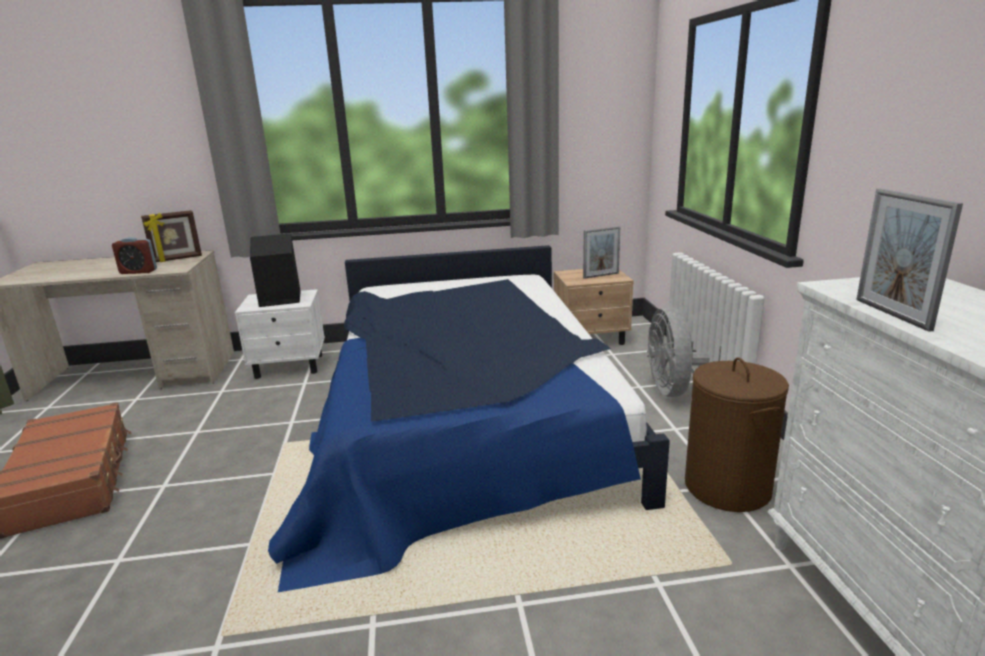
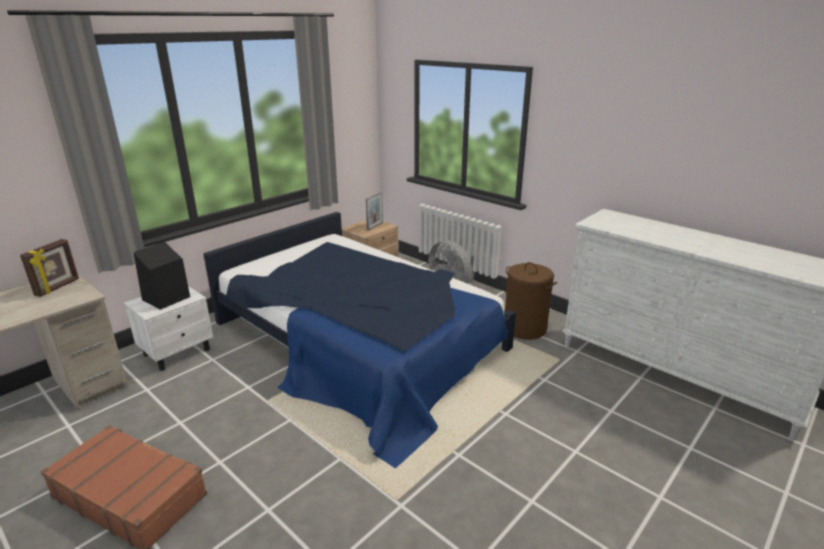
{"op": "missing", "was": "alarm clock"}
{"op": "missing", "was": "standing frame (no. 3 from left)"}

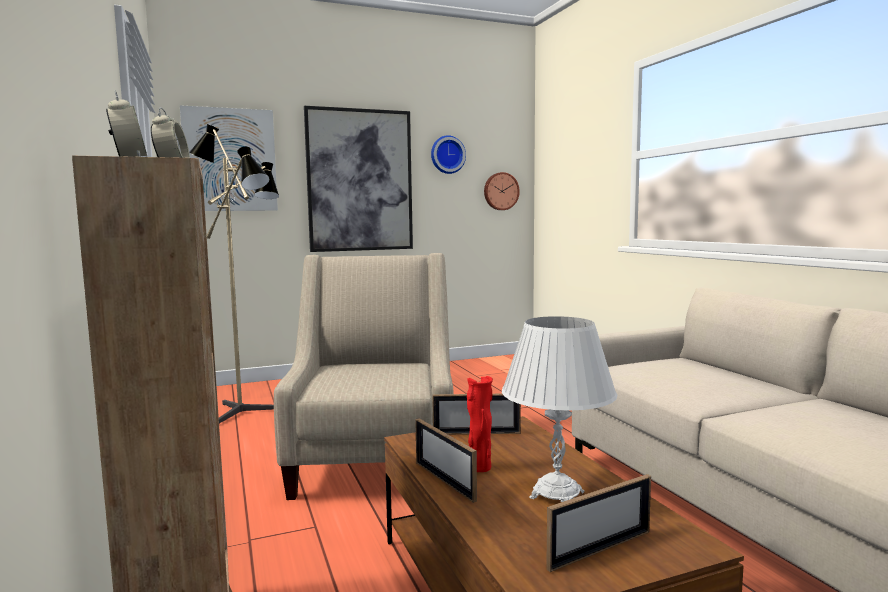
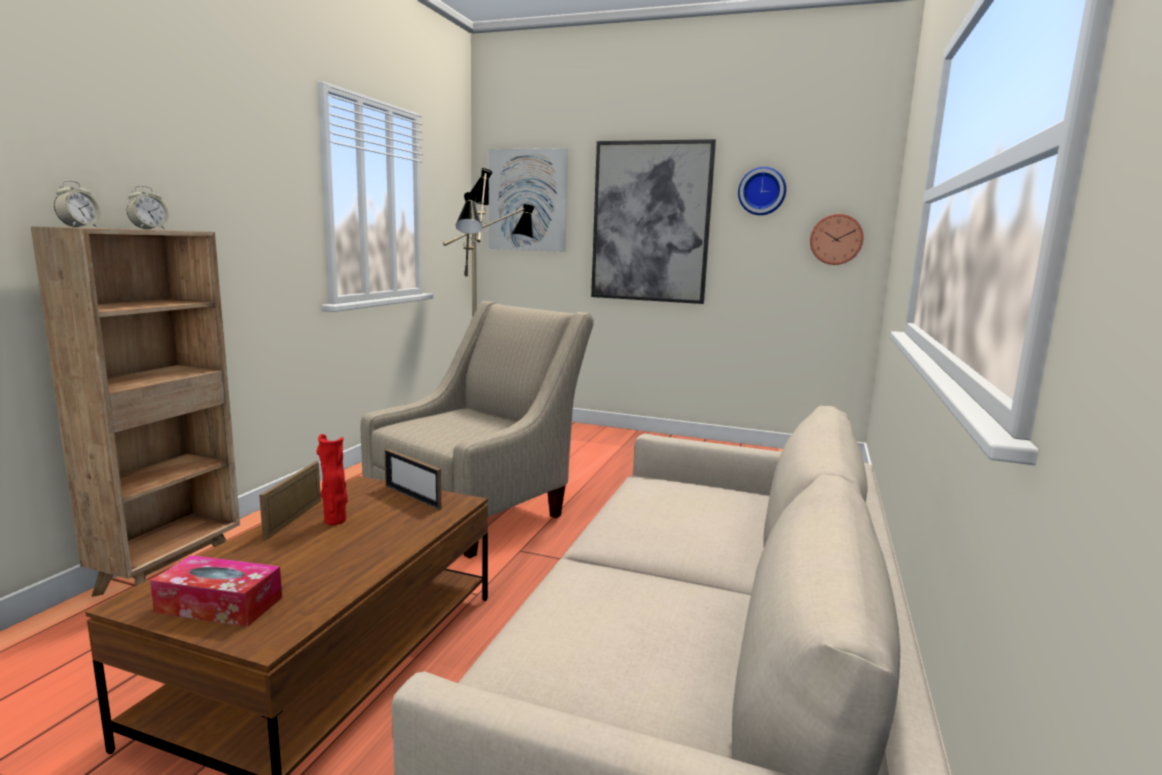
{"op": "missing", "was": "lamp for a table in white-coloured"}
{"op": "exchanged", "was": "standing frame (no. 3 from left)", "now": "box of tissues"}

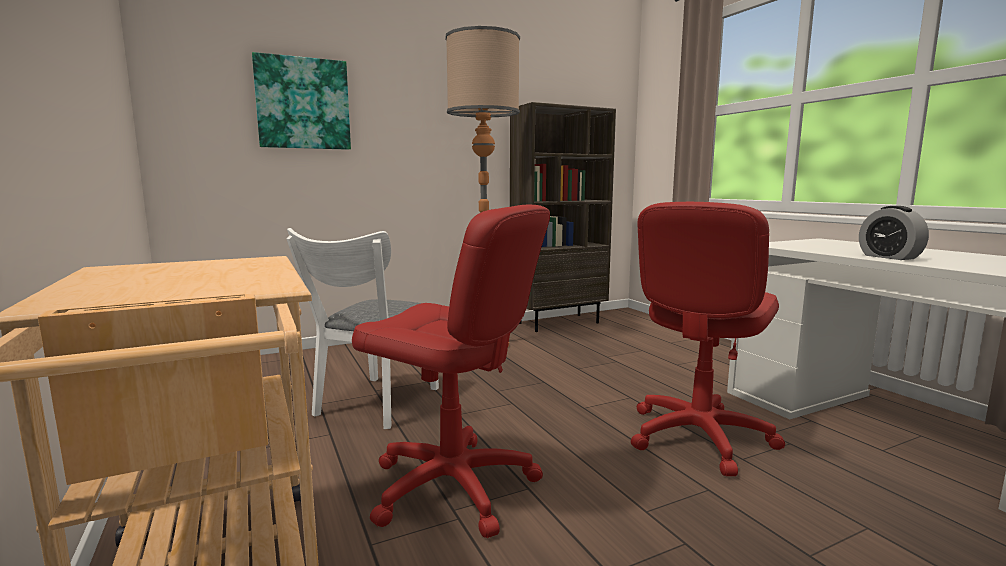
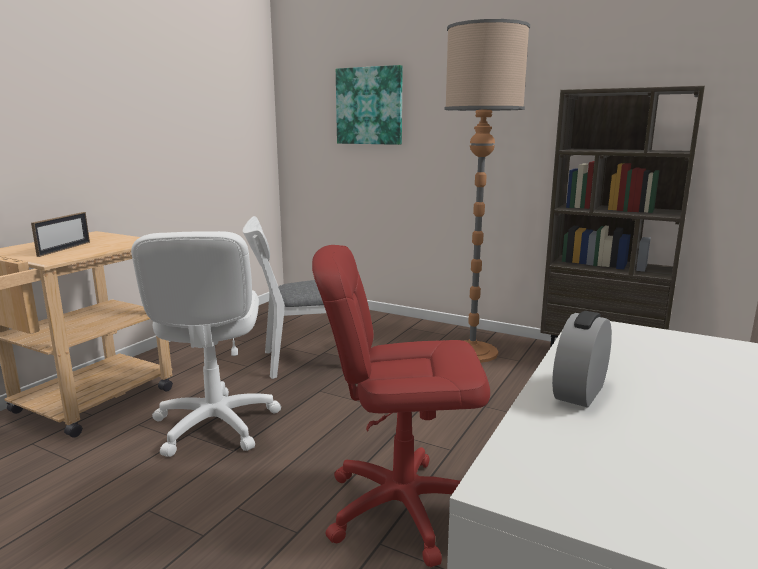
{"op": "appeared", "now": "standing frame"}
{"op": "colour", "was": "desk chair in reddish (no. 1 from left)", "now": "desk chair in white-coloured"}

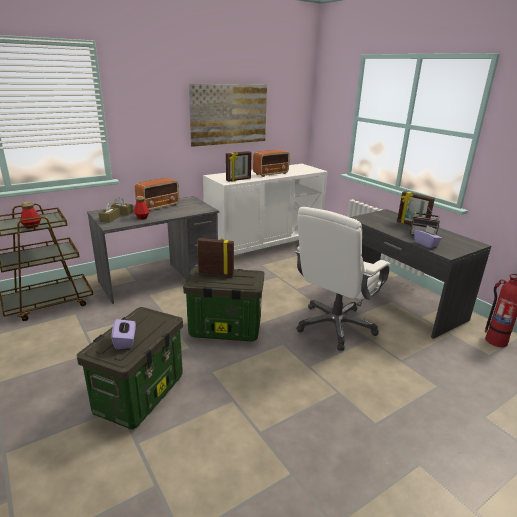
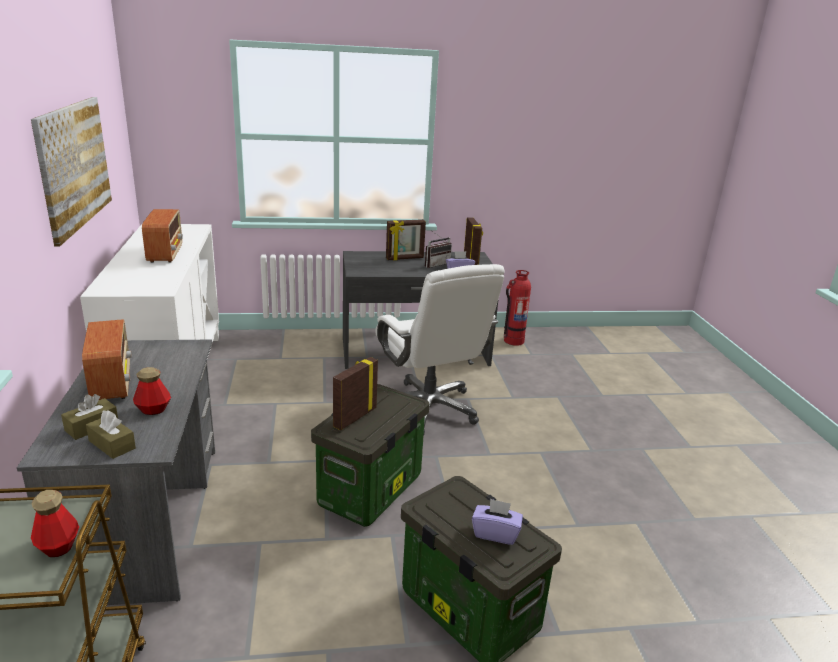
{"op": "relocated", "was": "standing frame (no. 2 from left in the first image)", "now": "standing frame (no. 3 from left)"}

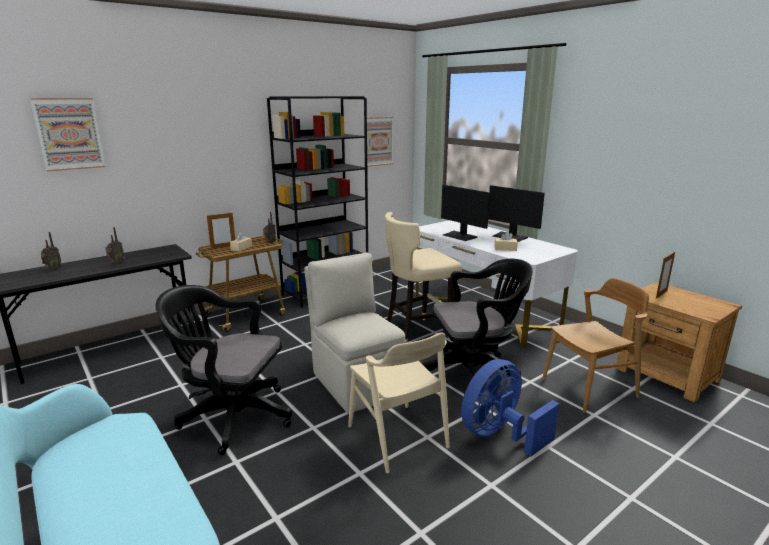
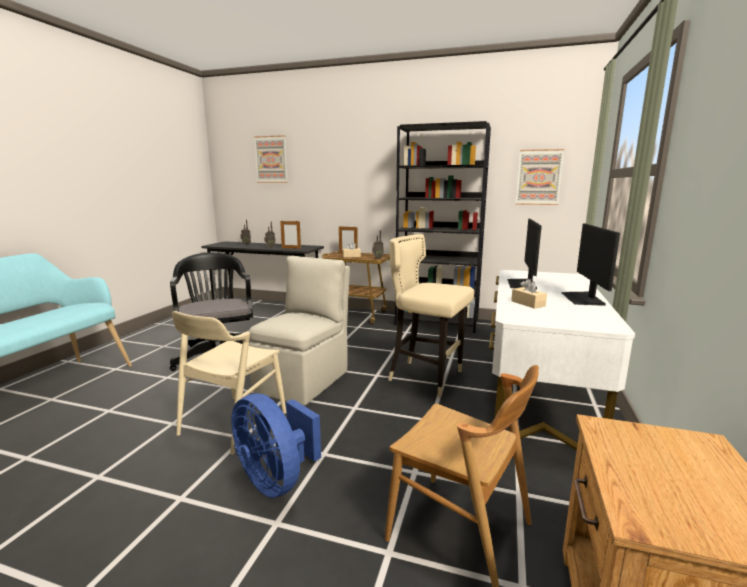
{"op": "missing", "was": "desk chair in black-coloured (no. 2 from left)"}
{"op": "relocated", "was": "standing frame (no. 2 from left in the first image)", "now": "standing frame (no. 1 from left)"}
{"op": "spun", "was": "fan in blue-coloured", "clockwise": -150}

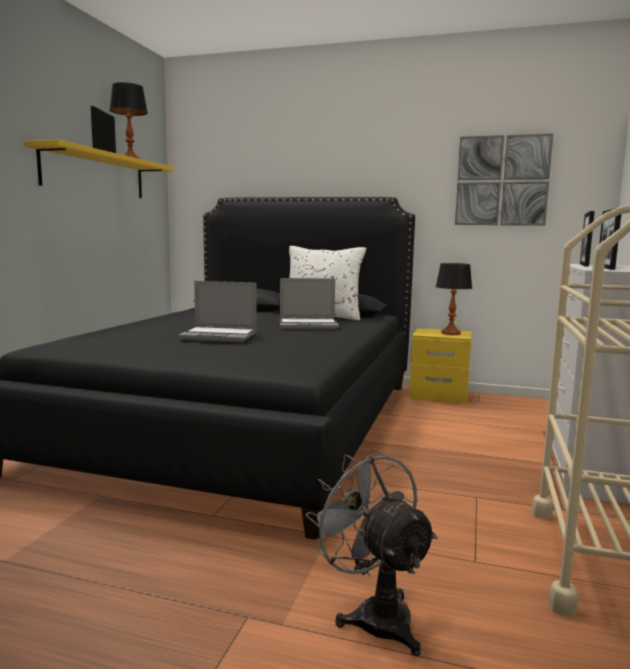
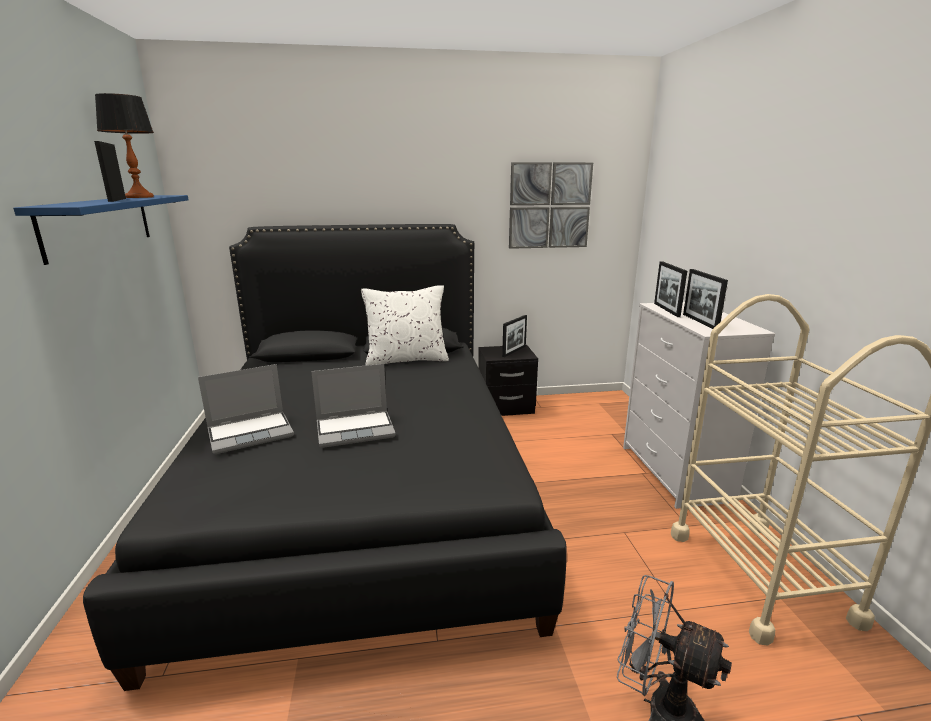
{"op": "relocated", "was": "notebook computer (no. 2 from left in the first image)", "now": "notebook computer (no. 1 from left)"}
{"op": "exchanged", "was": "lamp for a table (no. 2 from left)", "now": "standing frame (no. 2 from left)"}
{"op": "colour", "was": "bracket shelf in yellow-coloured", "now": "bracket shelf in blue-coloured"}
{"op": "colour", "was": "nightstand in yellow-coloured", "now": "nightstand in black-coloured"}

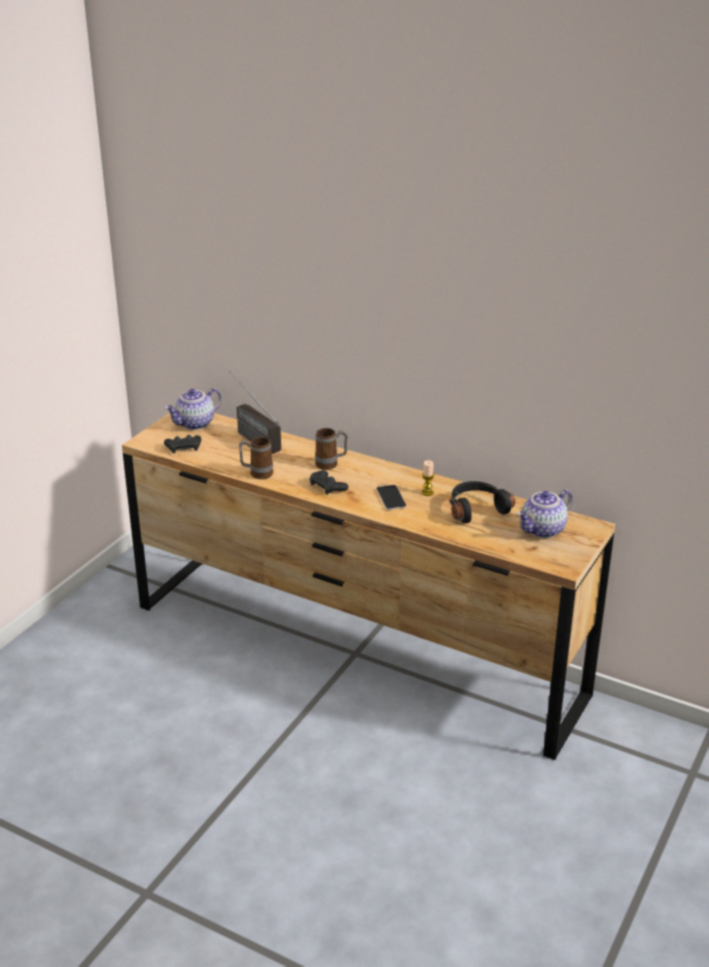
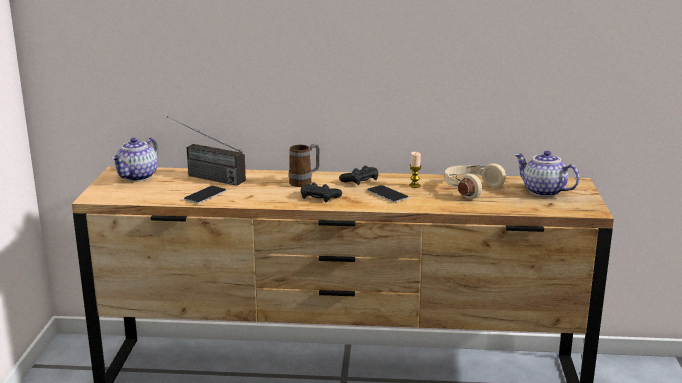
{"op": "missing", "was": "mug (no. 1 from left)"}
{"op": "appeared", "now": "phone (no. 1 from left)"}
{"op": "relocated", "was": "gamepad in black-coloured (no. 1 from left in the first image)", "now": "gamepad in black-coloured (no. 2 from left)"}
{"op": "colour", "was": "pair of headphones in black-coloured", "now": "pair of headphones in sand-coloured"}
{"op": "spun", "was": "teapot (no. 2 from left)", "clockwise": 105}

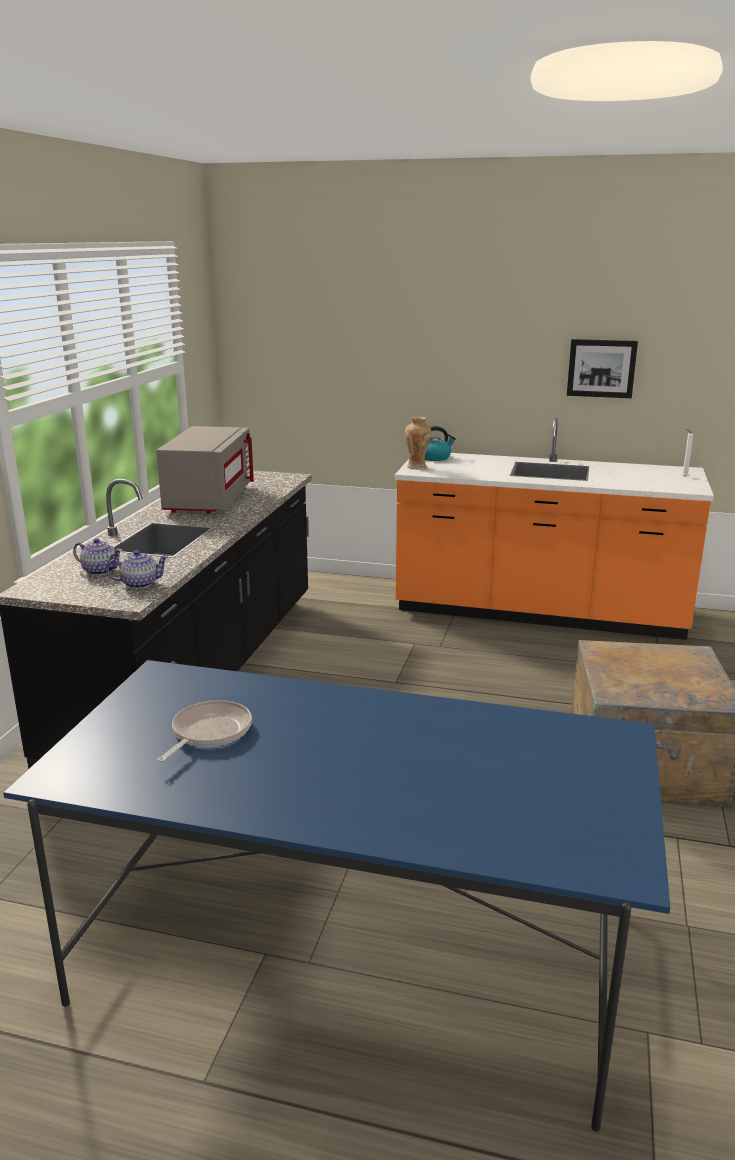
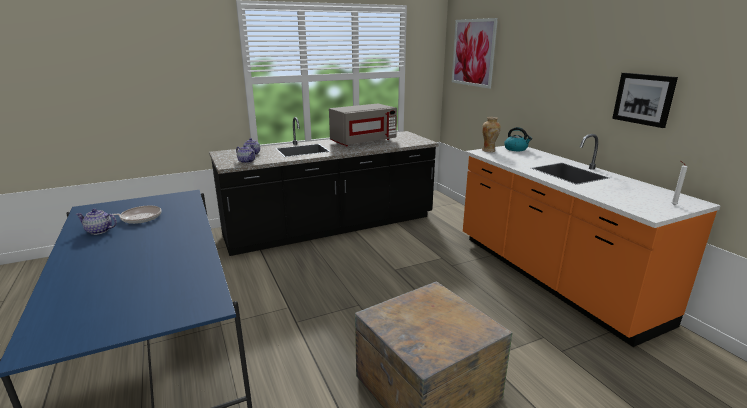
{"op": "appeared", "now": "teapot (no. 1 from left)"}
{"op": "appeared", "now": "wall art (no. 1 from left)"}

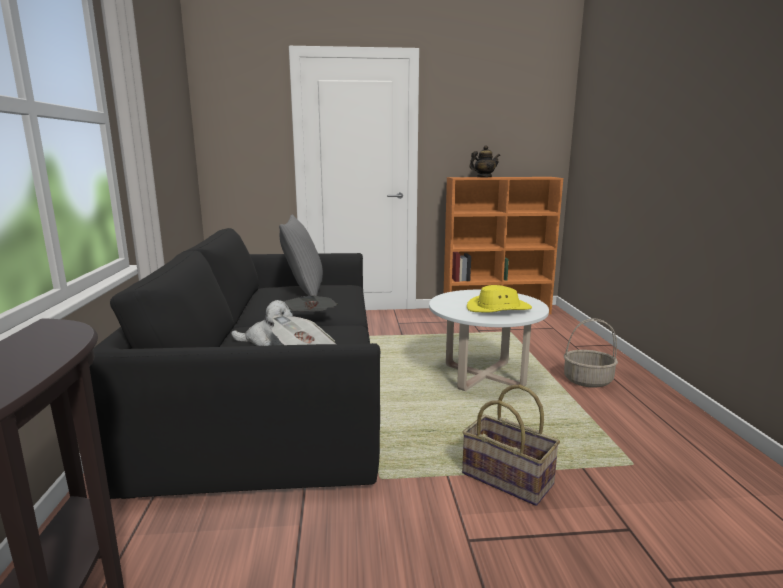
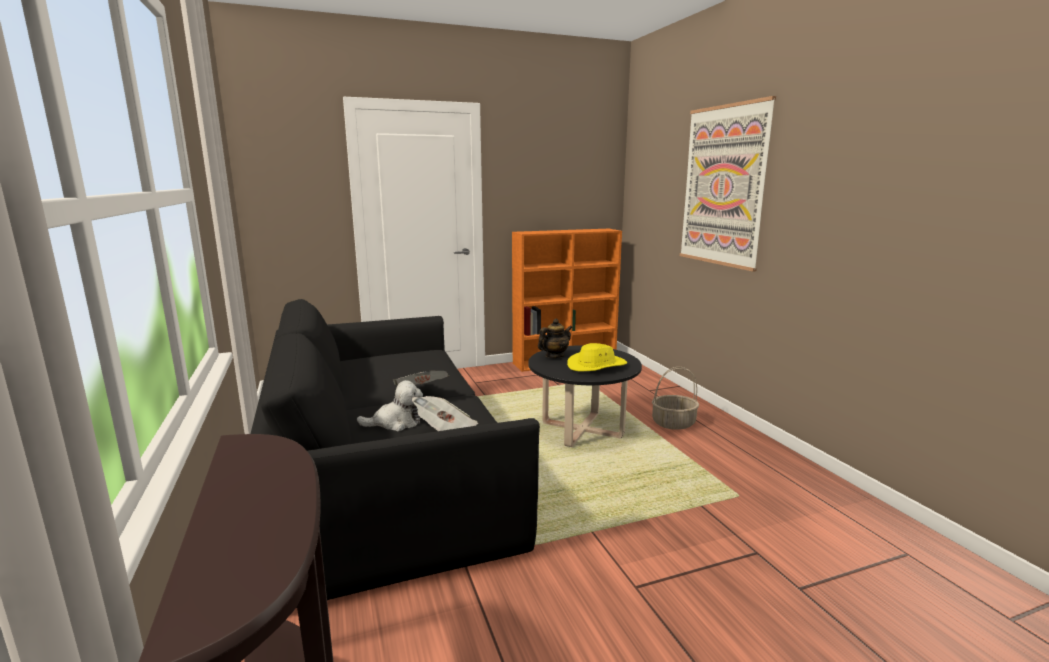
{"op": "missing", "was": "throw pillow in greyish"}
{"op": "missing", "was": "household basket (no. 1 from left)"}
{"op": "appeared", "now": "wall art"}
{"op": "relocated", "was": "teapot"}
{"op": "colour", "was": "coffee table in white-coloured", "now": "coffee table in black-coloured"}

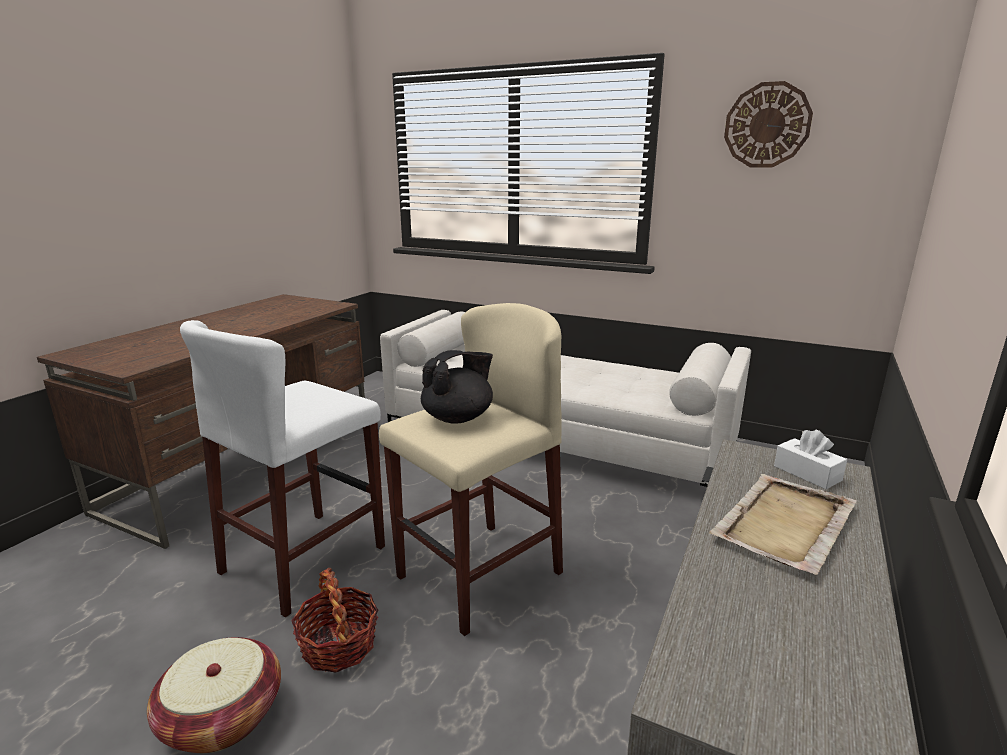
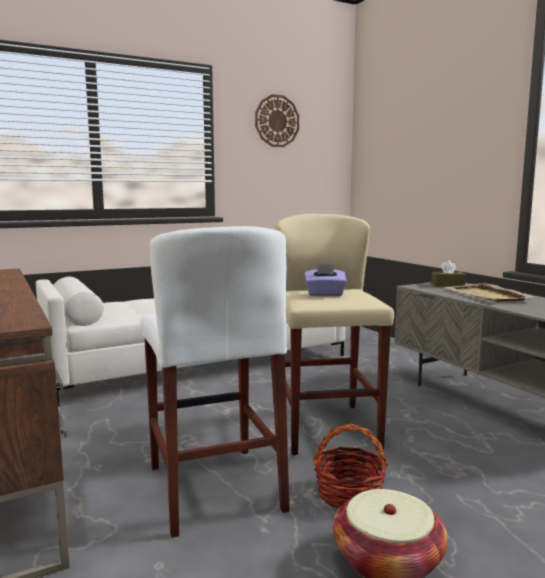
{"op": "exchanged", "was": "teapot in black-coloured", "now": "box of tissues in purplish"}
{"op": "colour", "was": "box of tissues in white-coloured", "now": "box of tissues in brownish"}

